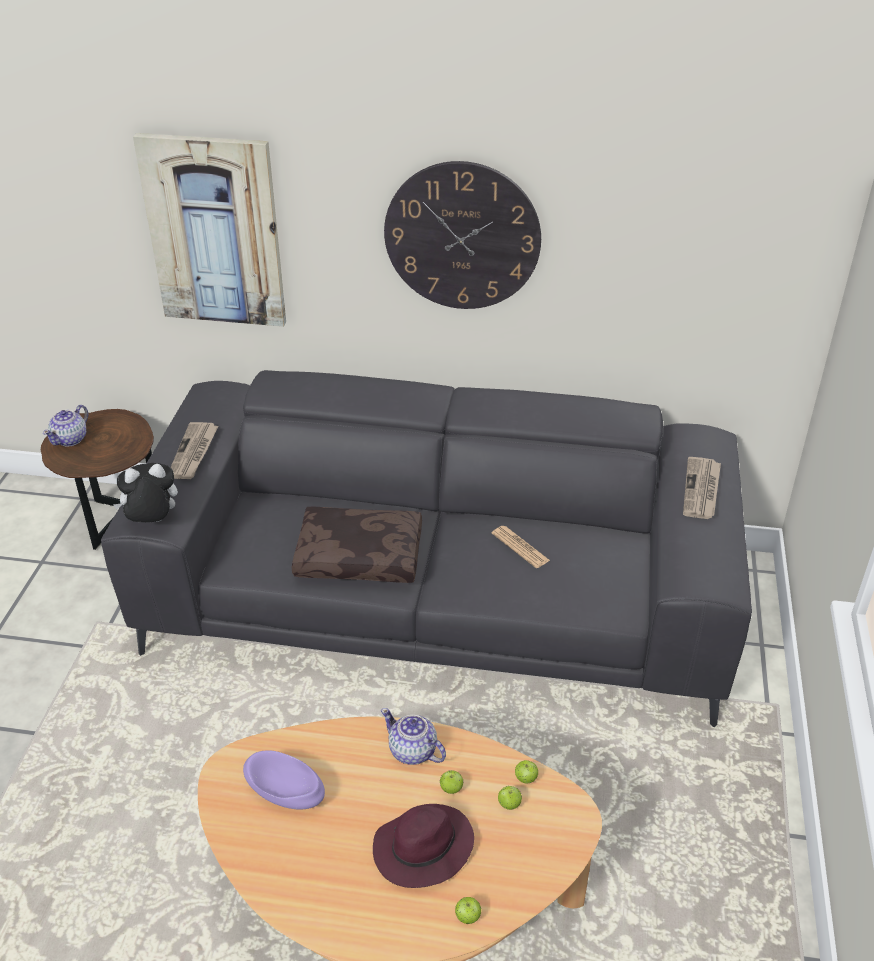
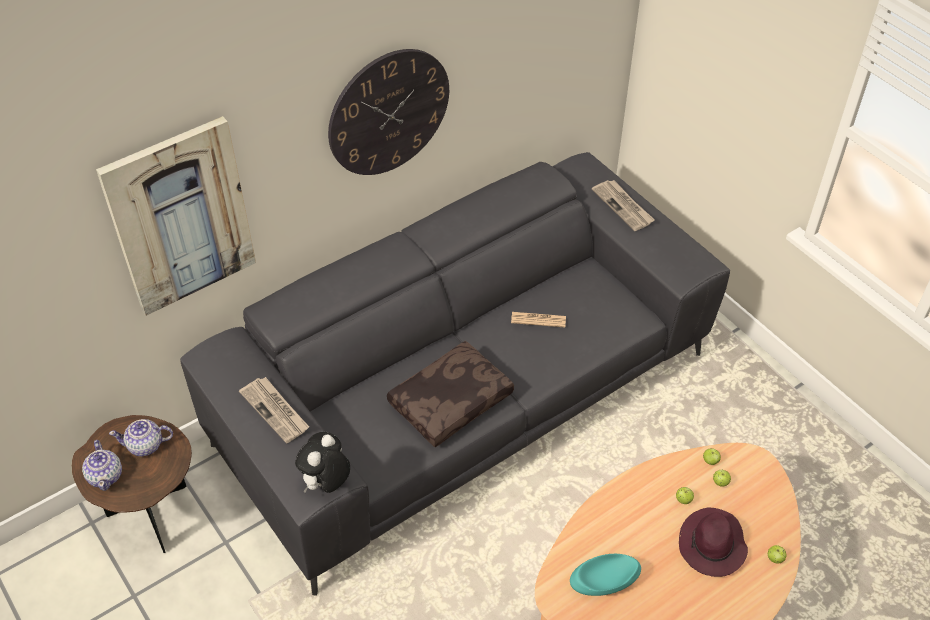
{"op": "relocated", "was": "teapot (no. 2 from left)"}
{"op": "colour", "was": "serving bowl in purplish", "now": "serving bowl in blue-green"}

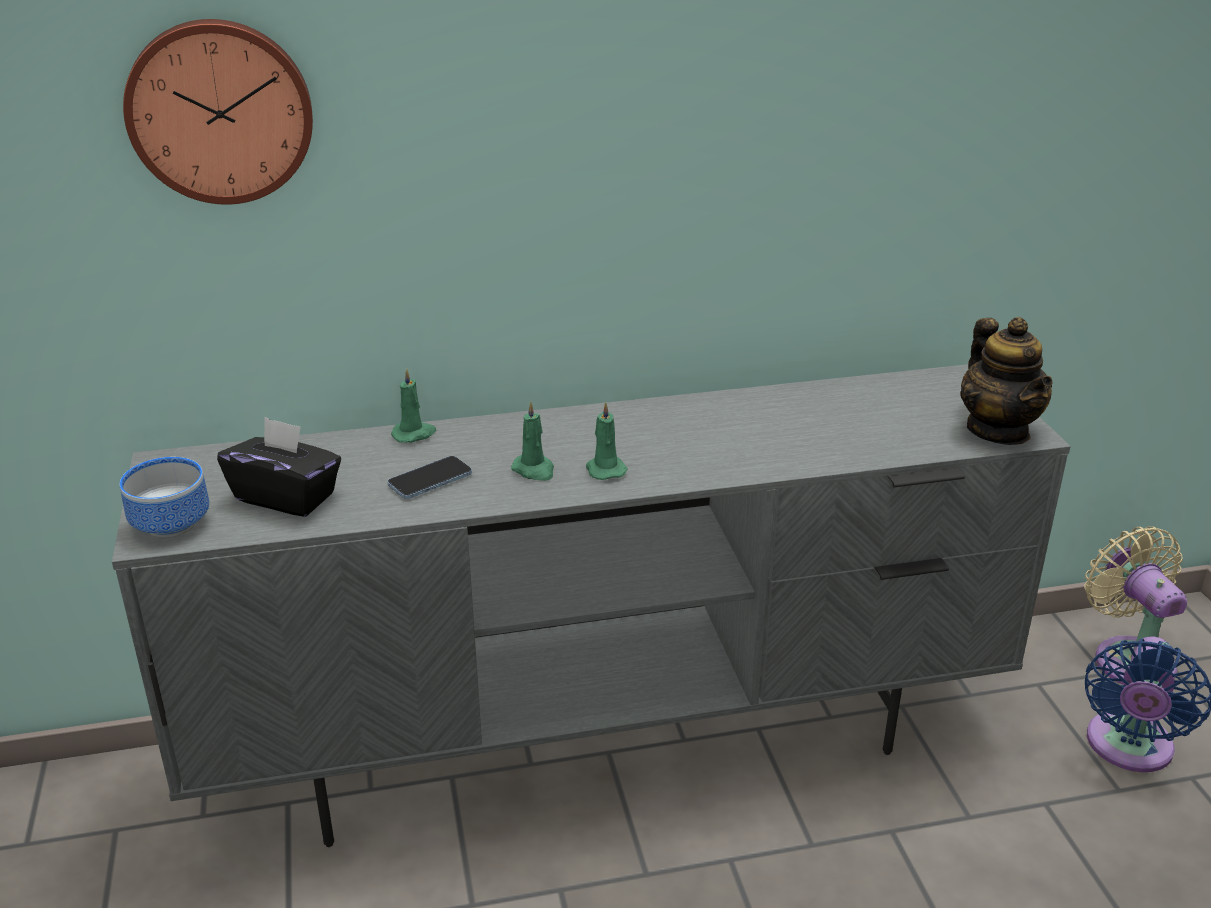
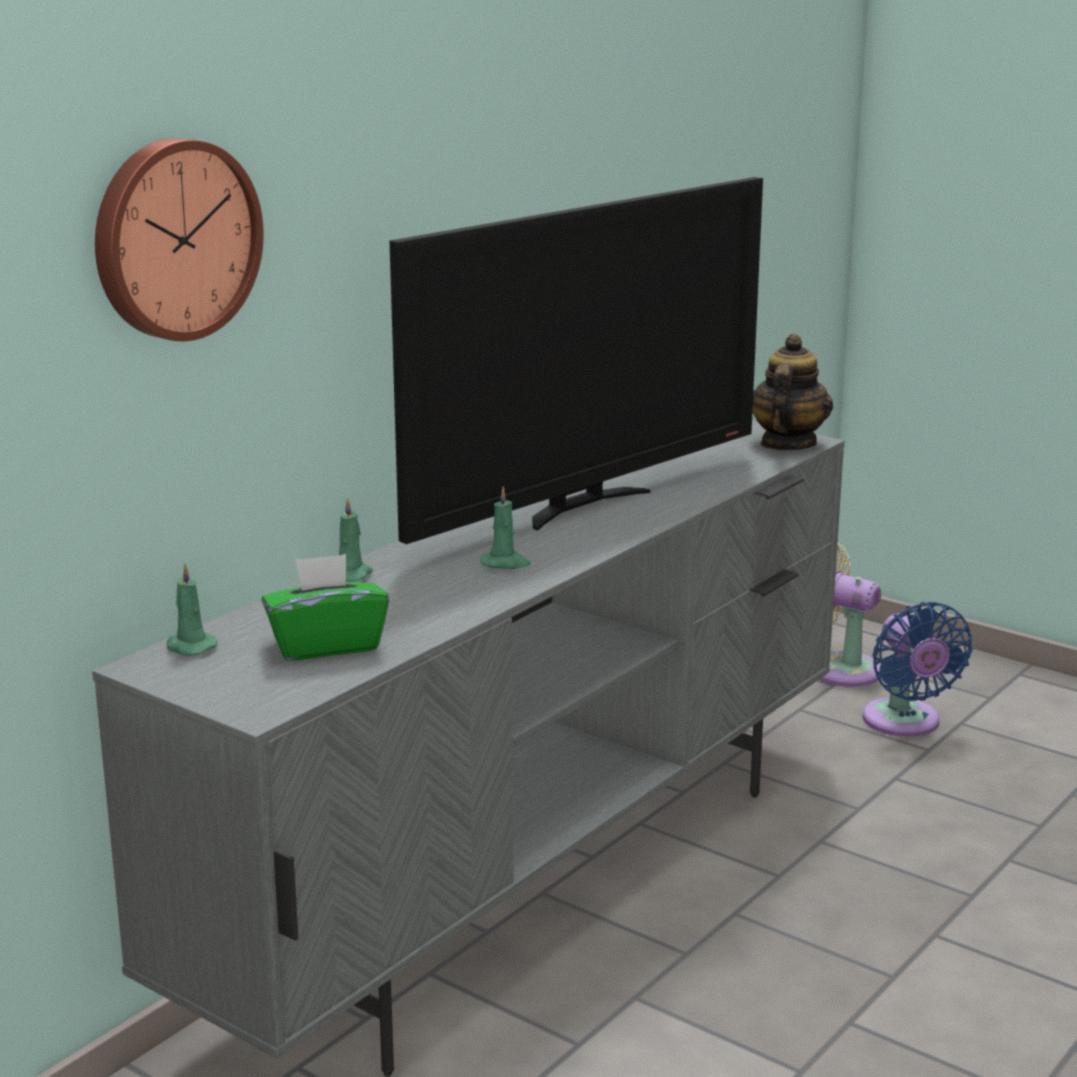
{"op": "missing", "was": "serving bowl"}
{"op": "missing", "was": "phone"}
{"op": "appeared", "now": "TV"}
{"op": "relocated", "was": "wax light in green-coloured (no. 3 from left in the first image)", "now": "wax light in green-coloured (no. 1 from left)"}
{"op": "colour", "was": "box of tissues in black-coloured", "now": "box of tissues in green-coloured"}
{"op": "spun", "was": "teapot", "clockwise": -105}

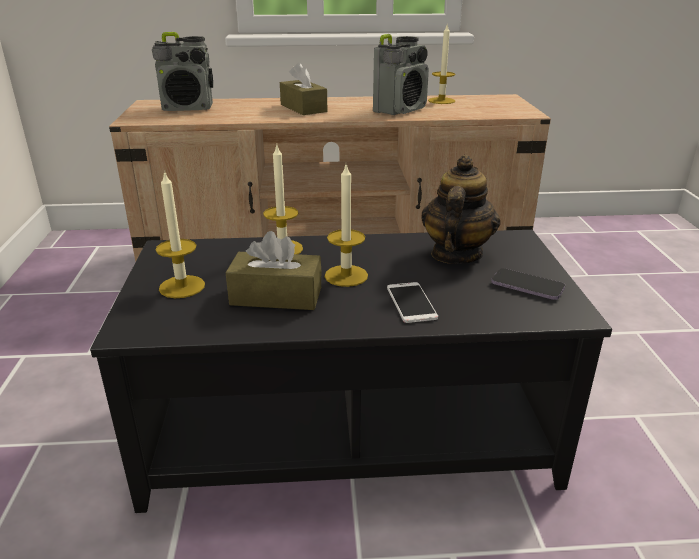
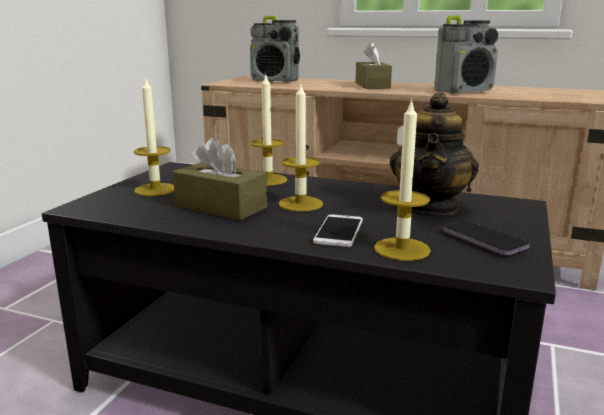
{"op": "relocated", "was": "wax light (no. 4 from left)"}
{"op": "spun", "was": "teapot", "clockwise": 150}

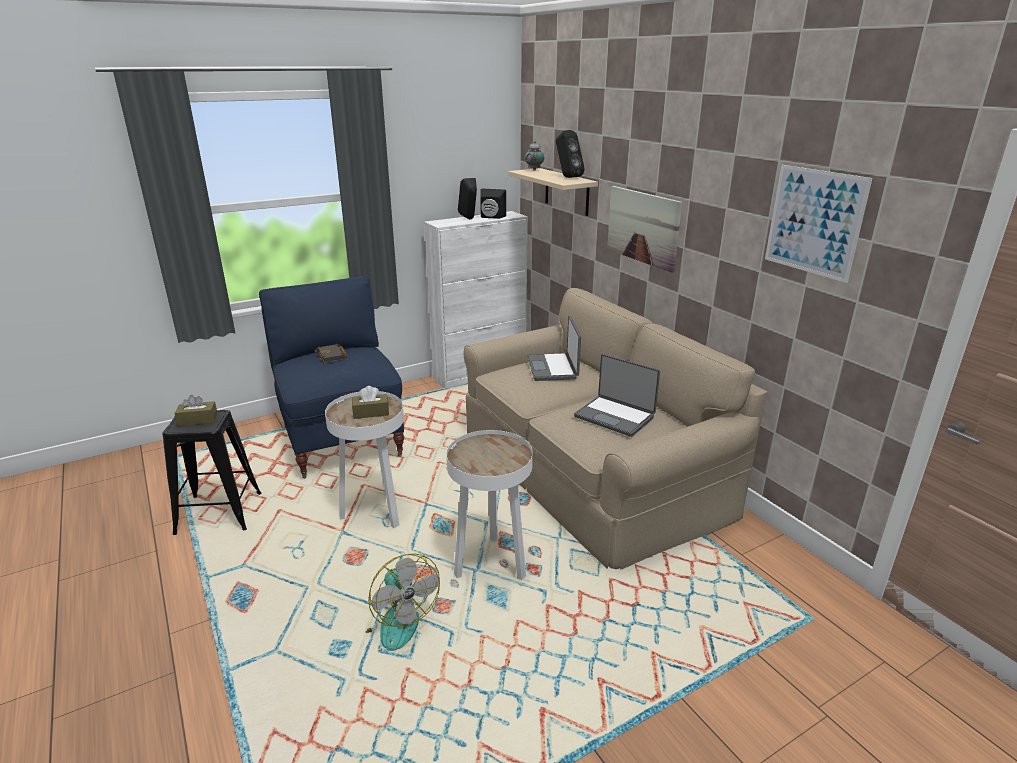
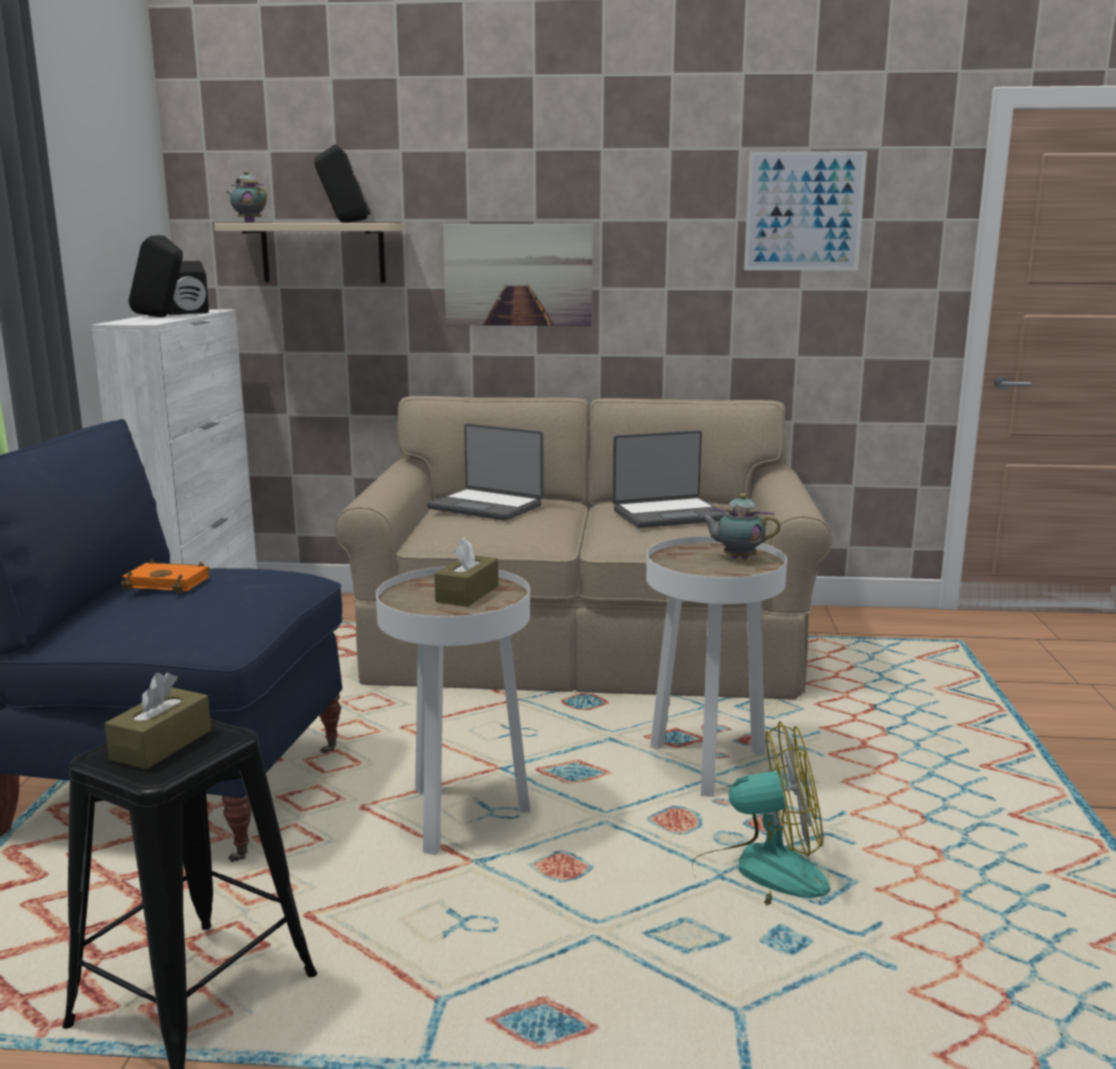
{"op": "appeared", "now": "teapot (no. 2 from left)"}
{"op": "colour", "was": "book in black-coloured", "now": "book in orangey"}

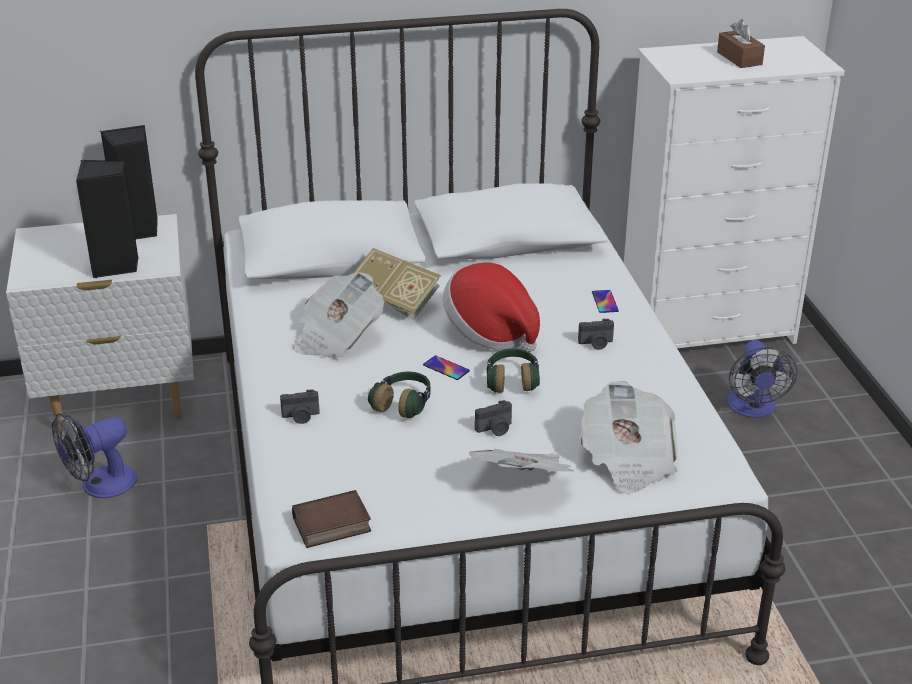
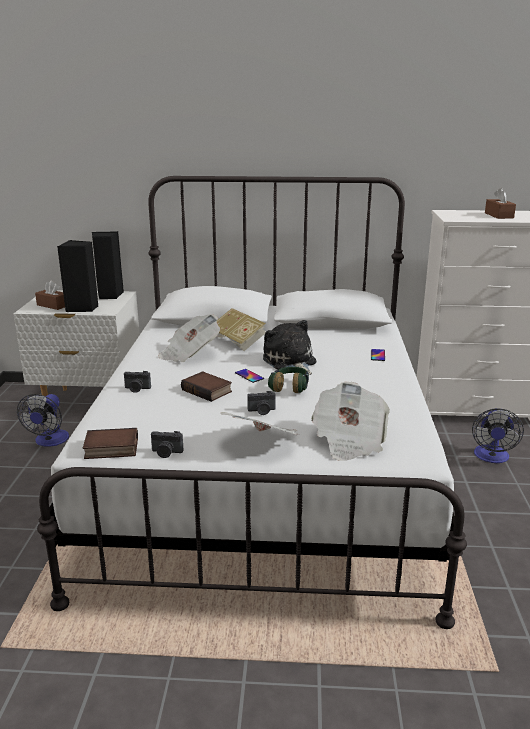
{"op": "appeared", "now": "box of tissues in brownish (no. 1 from left)"}
{"op": "relocated", "was": "still camera (no. 3 from left in the first image)", "now": "still camera (no. 2 from left)"}
{"op": "exchanged", "was": "pair of headphones (no. 1 from left)", "now": "book (no. 2 from left)"}
{"op": "exchanged", "was": "hat", "now": "cuddly toy"}
{"op": "spun", "was": "fan (no. 1 from left)", "clockwise": -60}

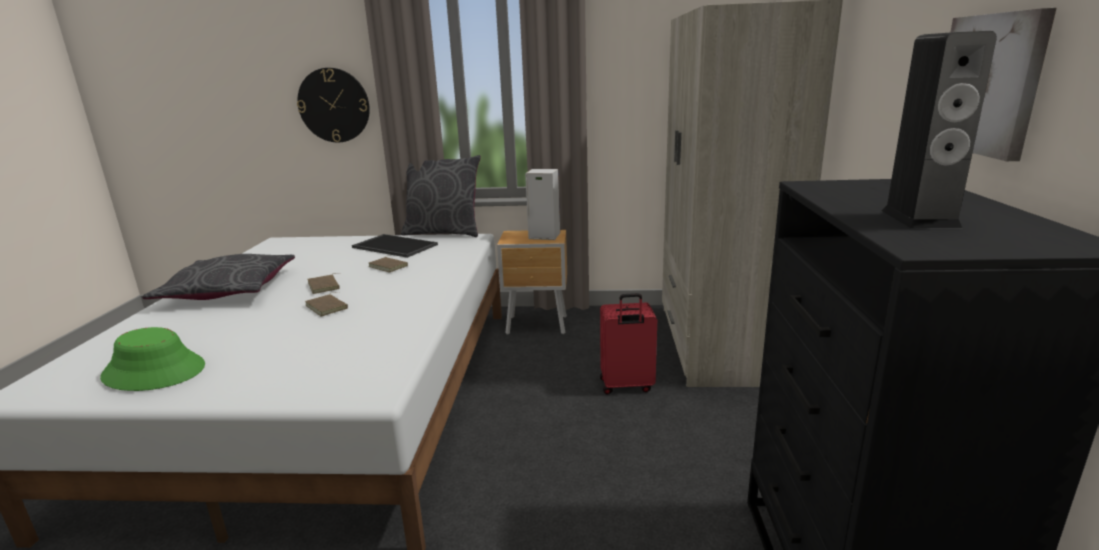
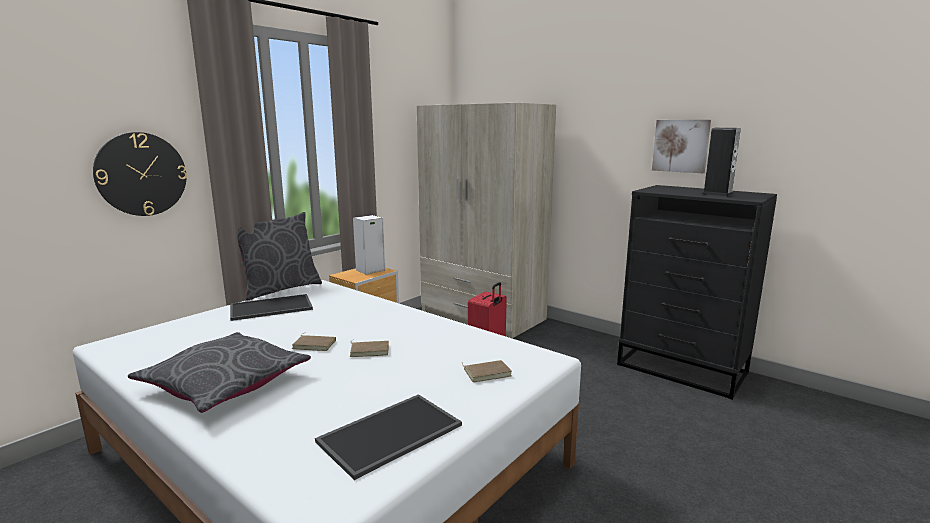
{"op": "relocated", "was": "book in brownish (no. 3 from left)"}
{"op": "exchanged", "was": "hat in green-coloured", "now": "carrying tray (no. 2 from left)"}

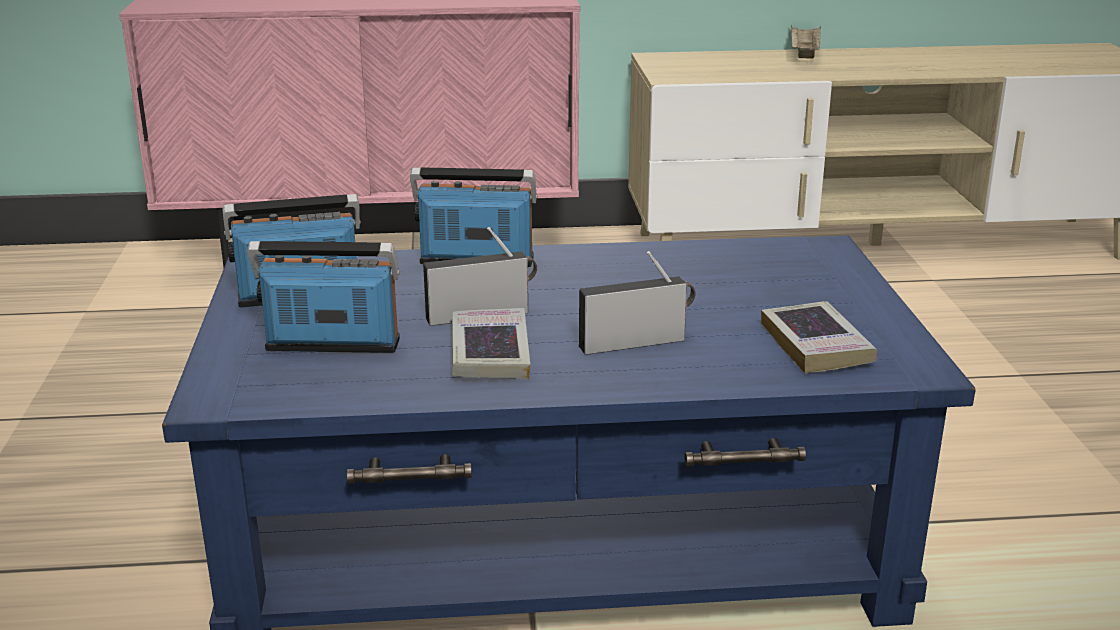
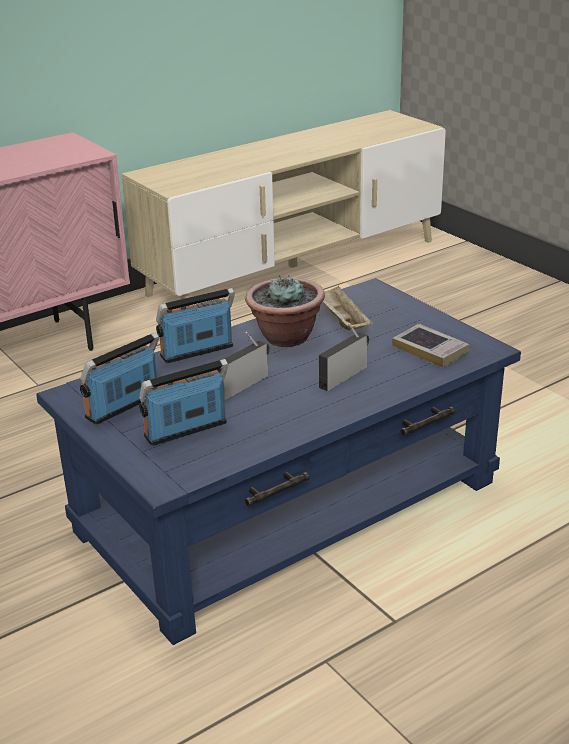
{"op": "missing", "was": "book (no. 1 from left)"}
{"op": "appeared", "now": "plant in a pot"}
{"op": "relocated", "was": "carrying tray in sand-coloured"}

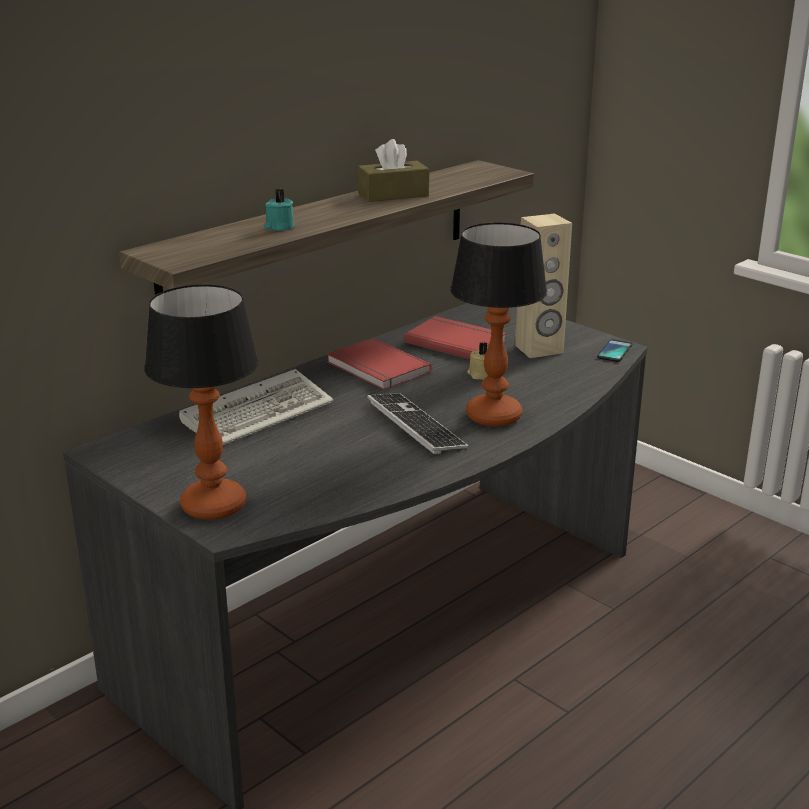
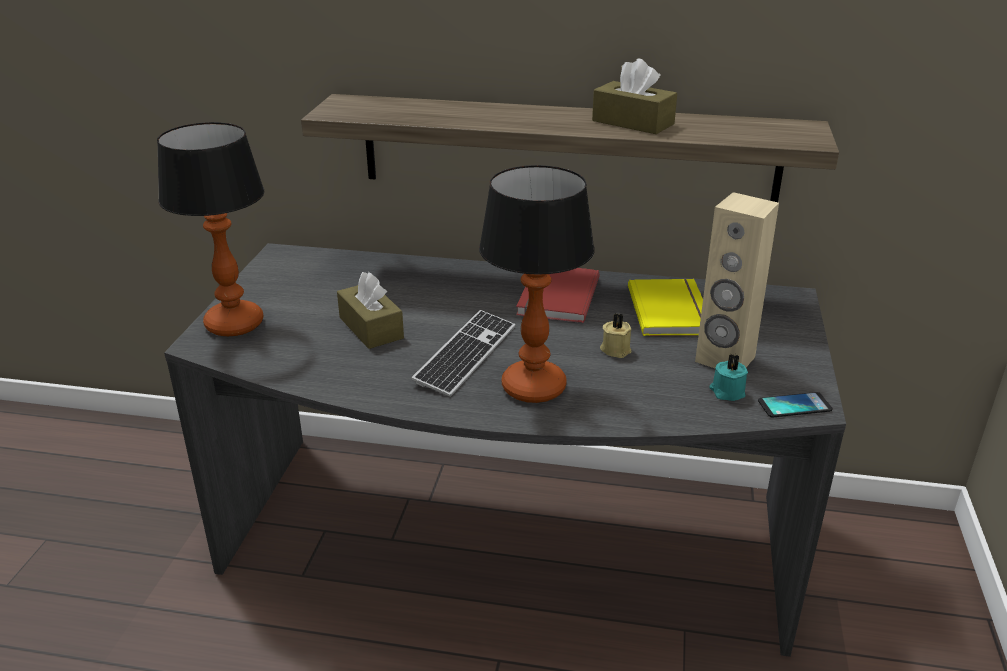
{"op": "missing", "was": "computer keyboard (no. 1 from left)"}
{"op": "appeared", "now": "box of tissues in brownish (no. 1 from left)"}
{"op": "relocated", "was": "wax light in blue-green"}
{"op": "colour", "was": "book in reddish (no. 2 from left)", "now": "book in yellow-coloured"}

